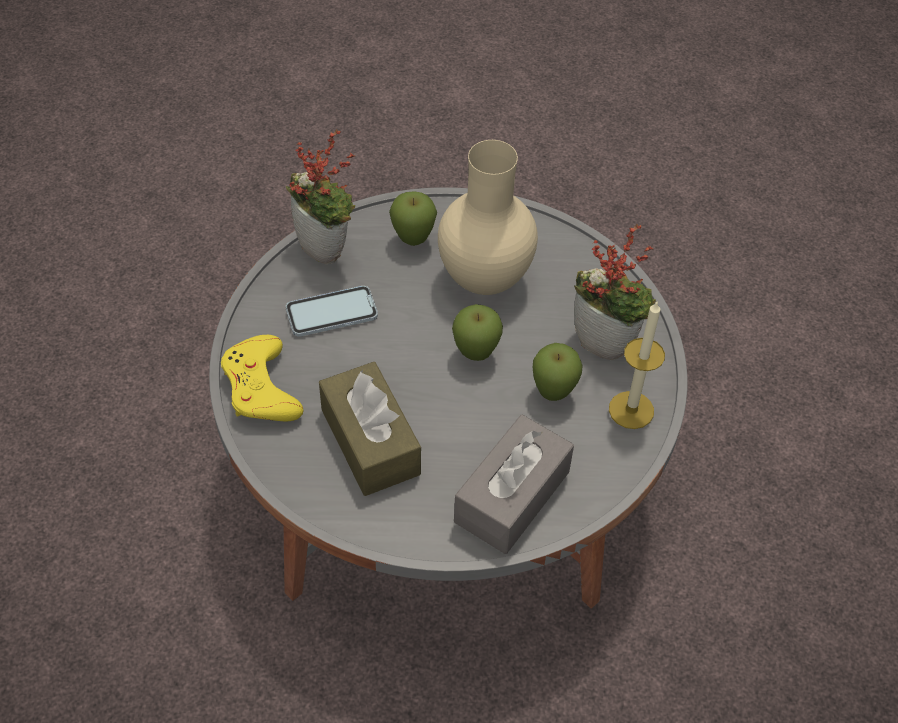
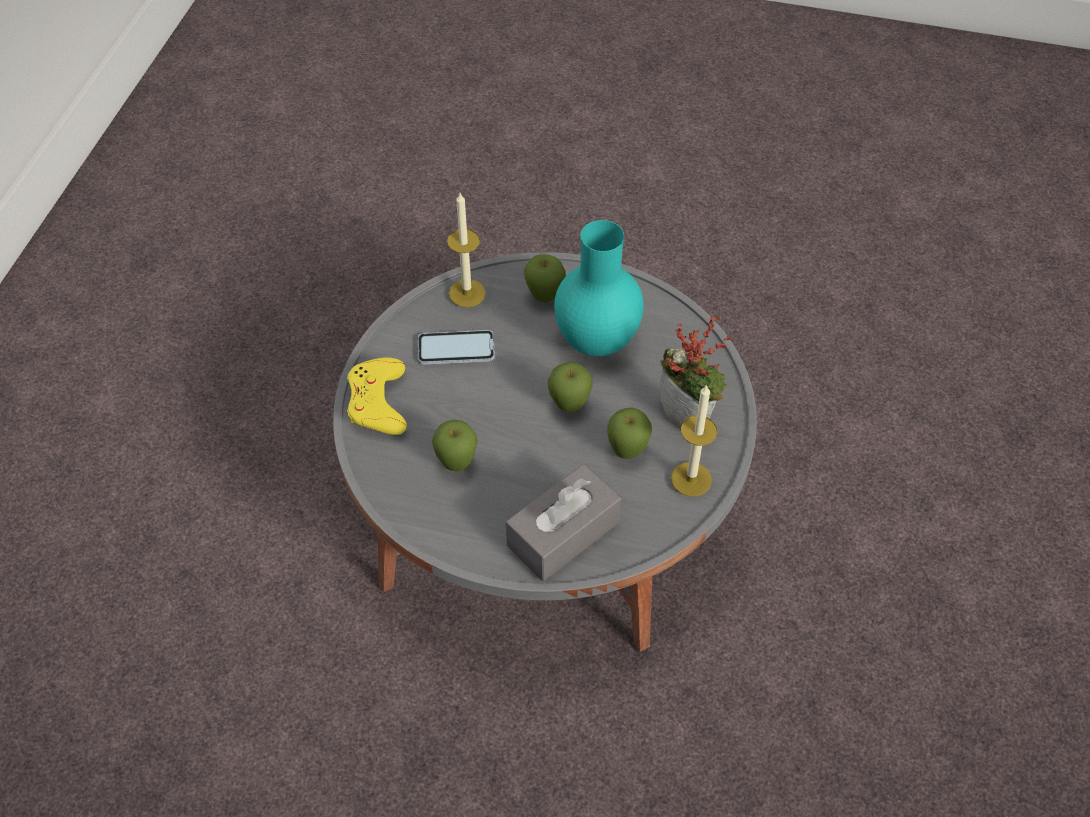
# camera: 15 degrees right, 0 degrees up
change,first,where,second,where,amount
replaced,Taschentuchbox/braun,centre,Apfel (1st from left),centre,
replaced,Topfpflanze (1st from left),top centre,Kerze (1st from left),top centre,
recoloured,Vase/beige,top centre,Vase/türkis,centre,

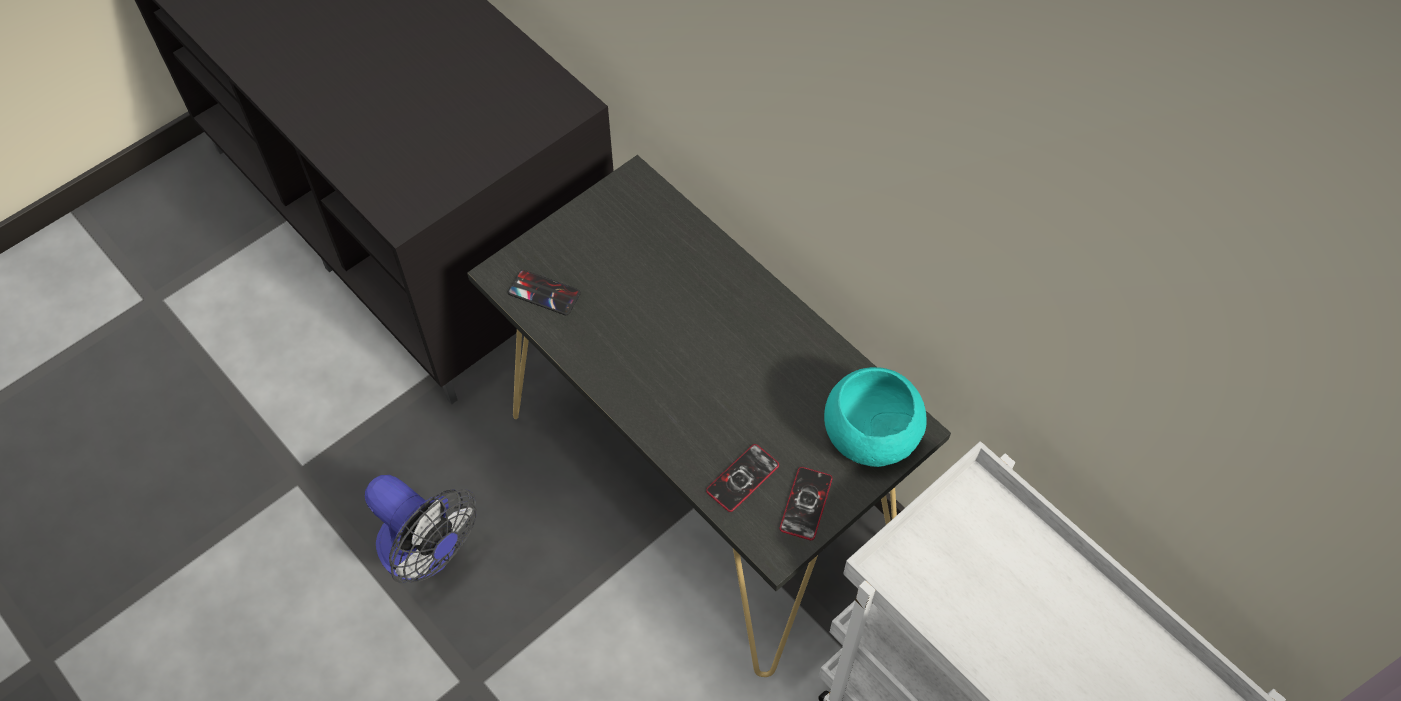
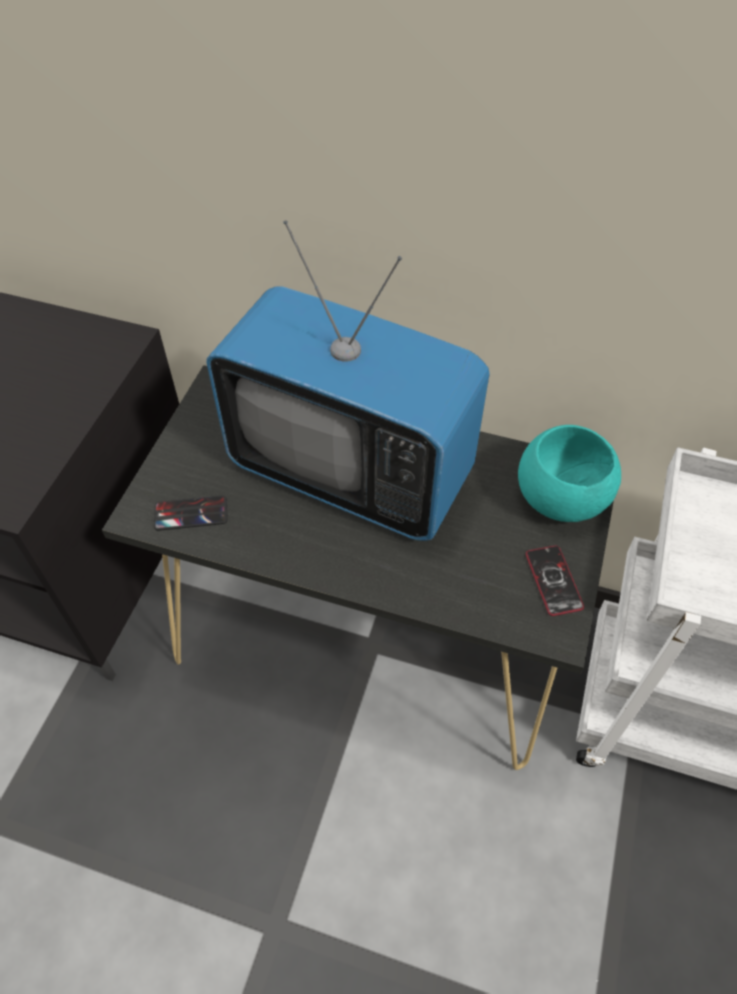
# camera: 30 degrees left, 5 degrees down
change,first,where,second,where,amount
added,,,Fernseher,centre,
removed,Ventilator,bottom left,,,
removed,Handy (2nd from left),bottom centre,,,

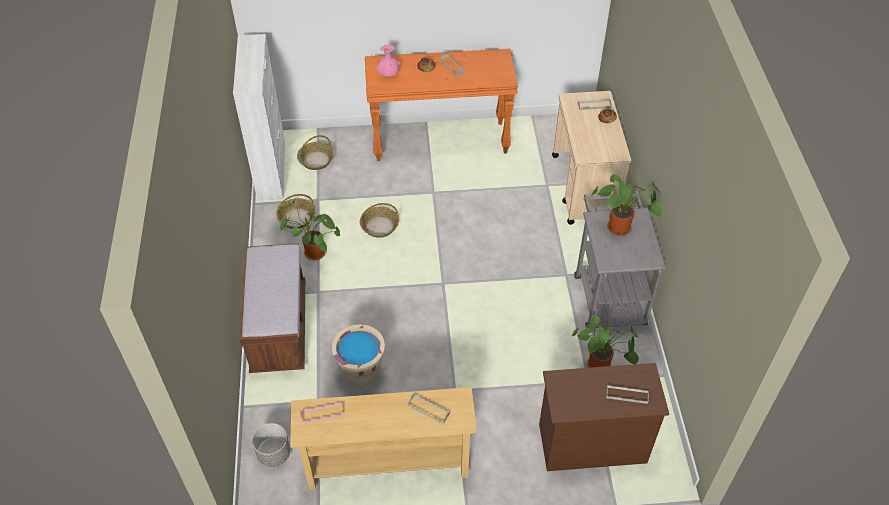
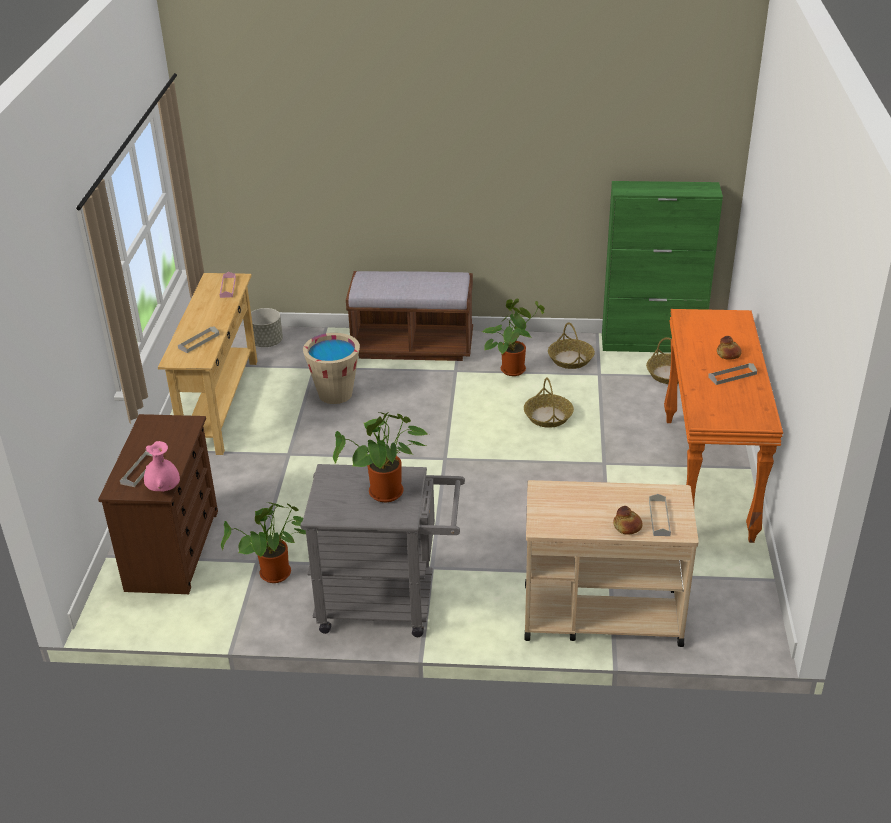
# camera: 100 degrees right, 15 degrees down
change,first,where,second,where,amount
moved,Vase/rosa,top centre,,middle left,
recoloured,Schrank/weiß,top left,Schrank/grün,top right,

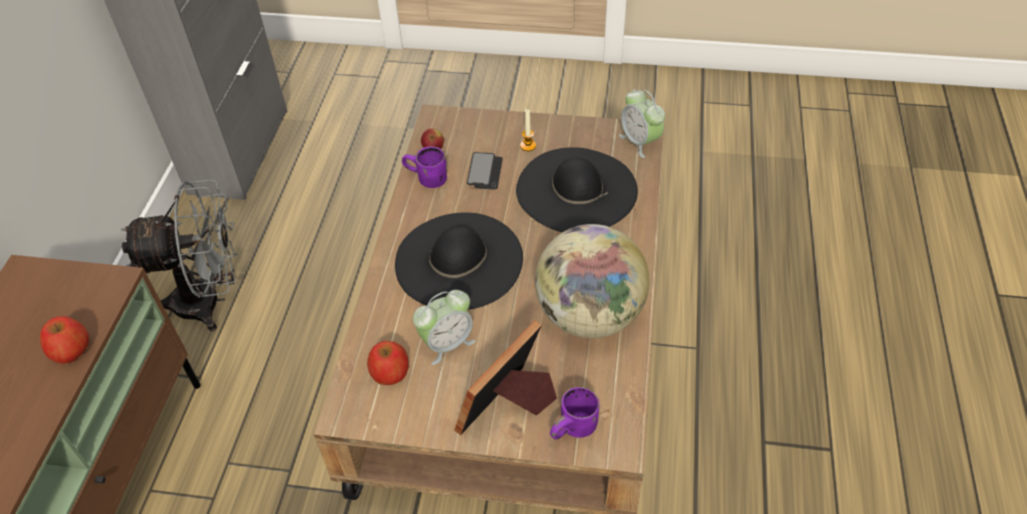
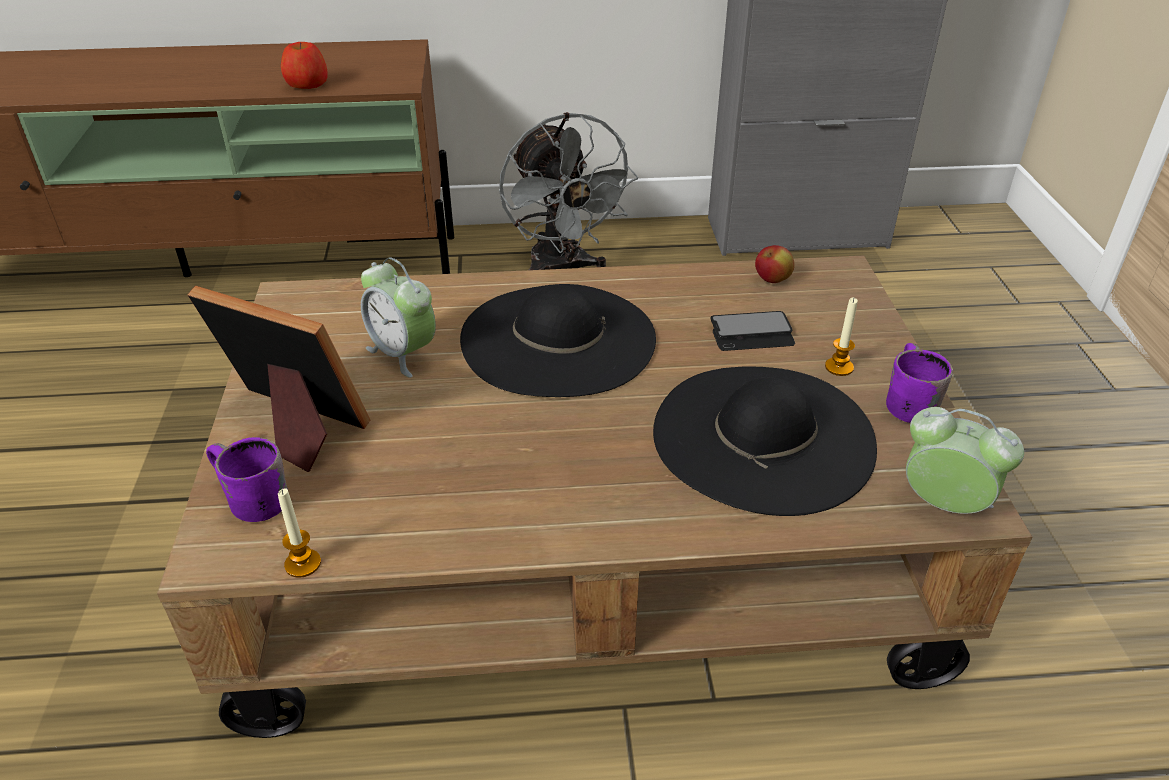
# camera: 75 degrees right, 10 degrees down
change,first,where,second,where,amount
added,,,Kerze (1st from left),bottom left,
moved,Henkelbecher/lila (1st from left in the first image),top centre,Henkelbecher/lila (2nd from left),middle right,
turned,Wecker (2nd from left),top centre,,middle right,75 degrees clockwise
removed,Apfel (2nd from left),bottom centre,,,
removed,Globus,centre,,,

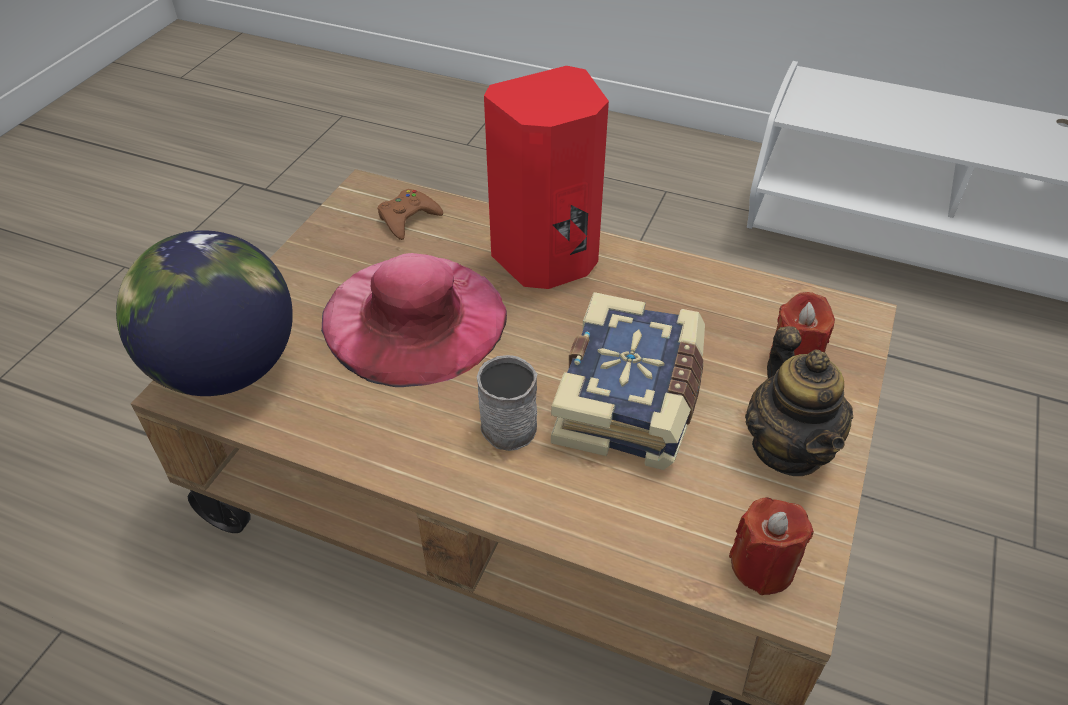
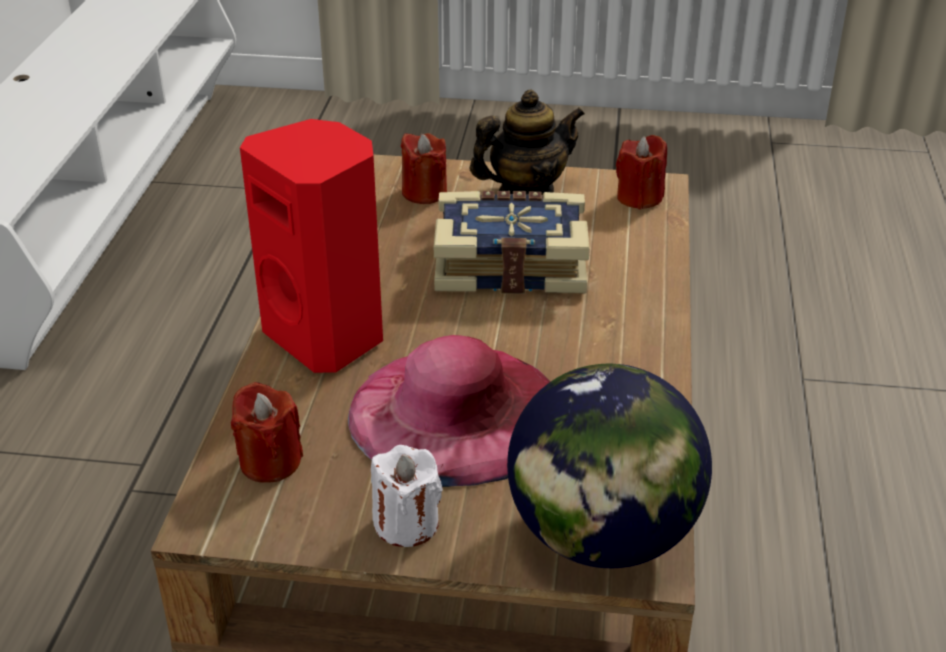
# camera: 105 degrees left, 10 degrees down
change,first,where,second,where,amount
replaced,Gamepad/braun,top centre,Kerze/rot (1st from left),middle left,
added,,,Kerze/weiß,bottom centre,
removed,Henkelbecher/grau,centre,,,

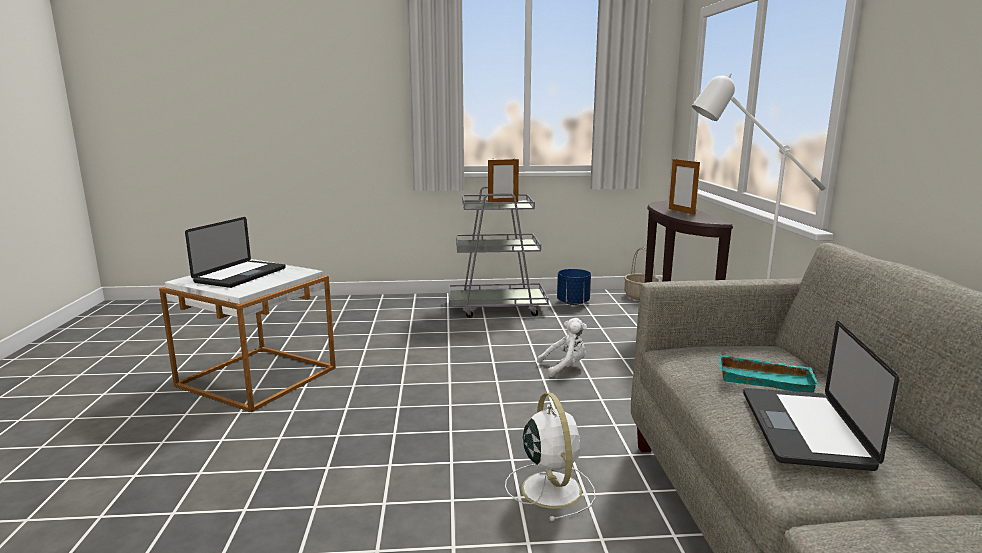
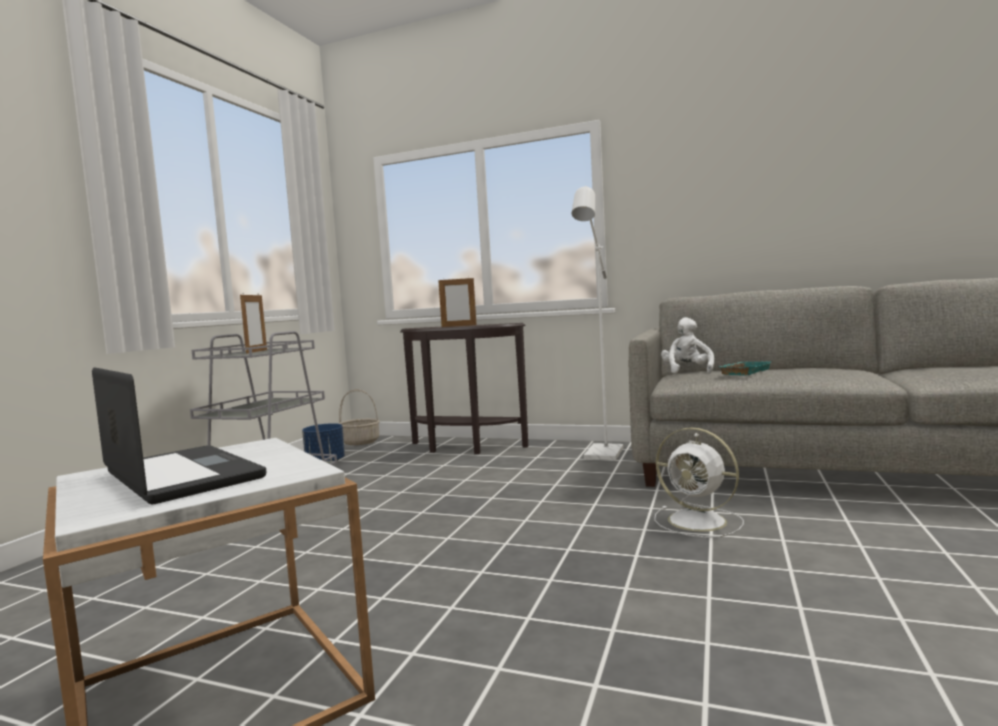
# camera: 65 degrees left, 10 degrees down
change,first,where,second,where,amount
turned,Ventilator/weiß,bottom centre,,middle right,150 degrees counterclockwise
moved,Plüschtier/weiß,centre,,middle right,
removed,Laptop (2nd from left),bottom right,,,

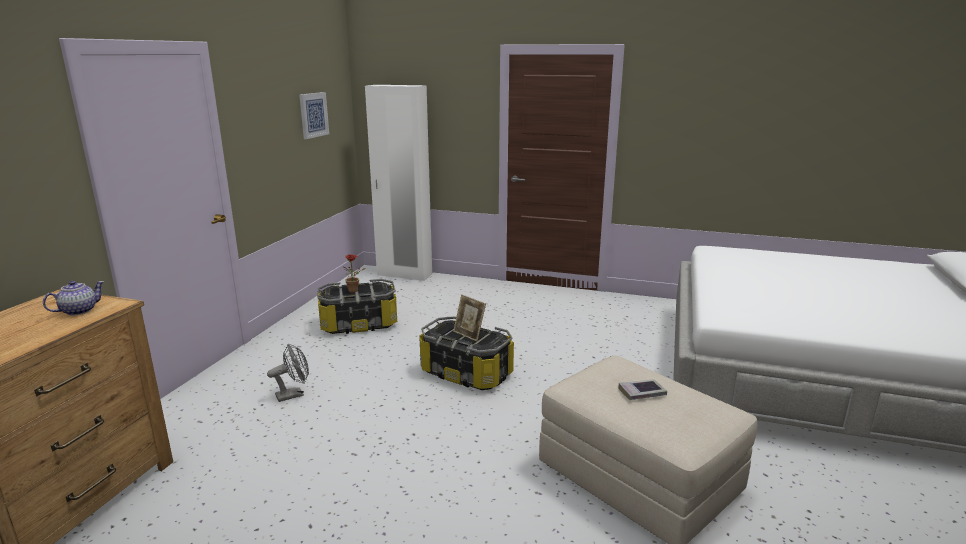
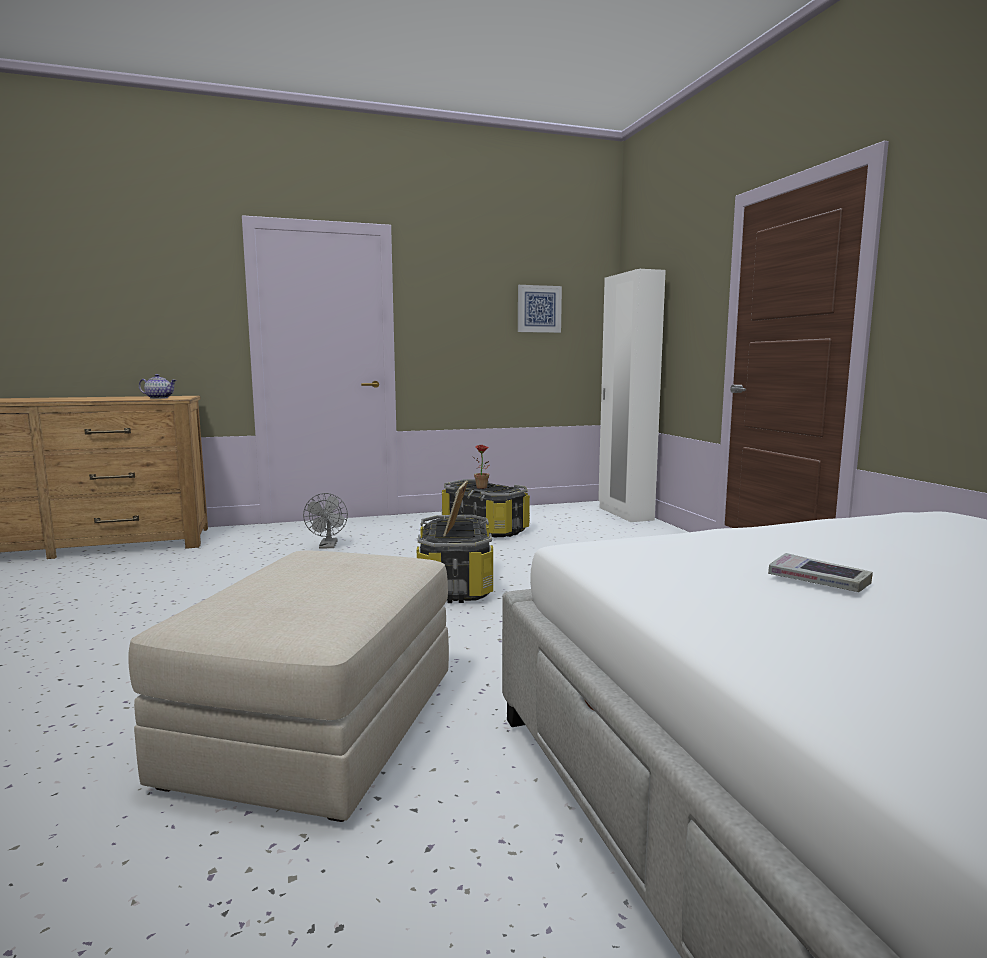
# camera: 55 degrees right, 10 degrees down
change,first,where,second,where,amount
turned,Ventilator/grau,bottom left,,middle left,60 degrees clockwise
moved,Buch,bottom centre,,middle right,

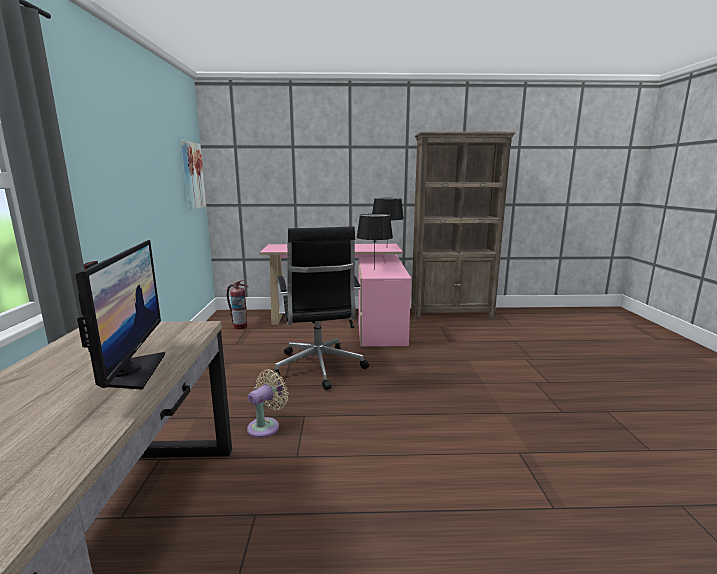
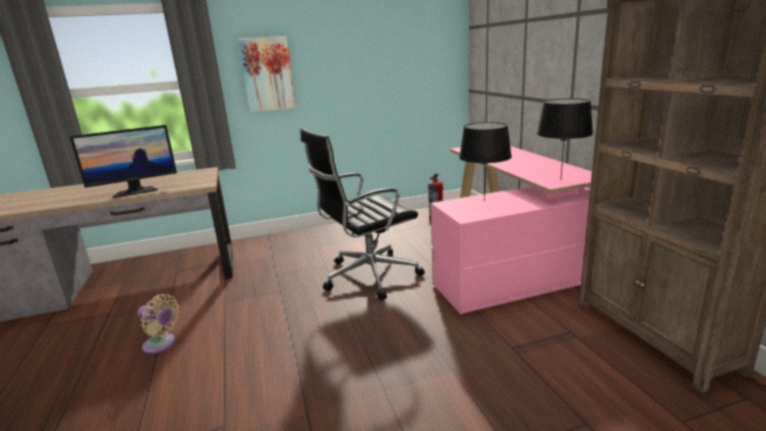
# camera: 75 degrees right, 5 degrees up
change,first,where,second,where,amount
moved,Ventilator/beige,bottom centre,,bottom left,
moved,Bild,top left,,top centre,

